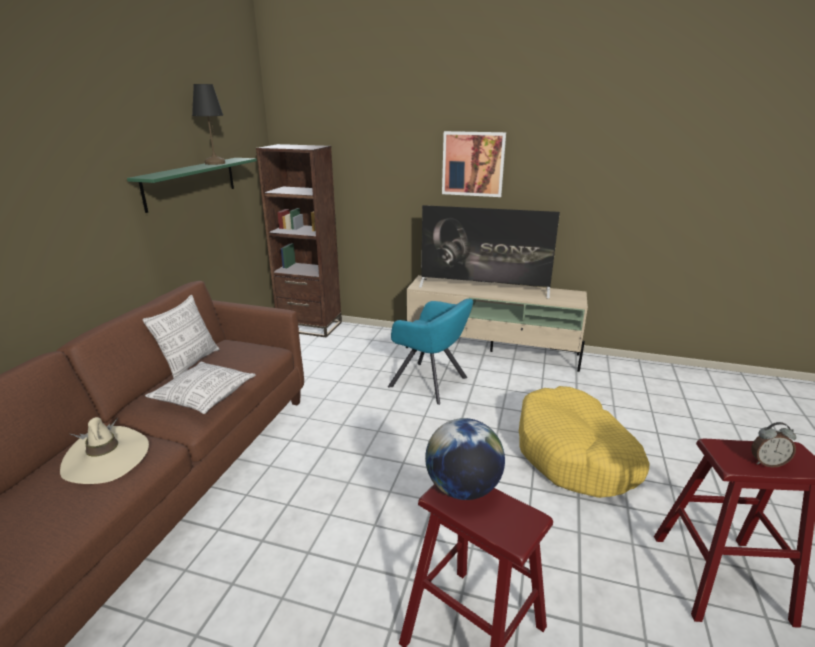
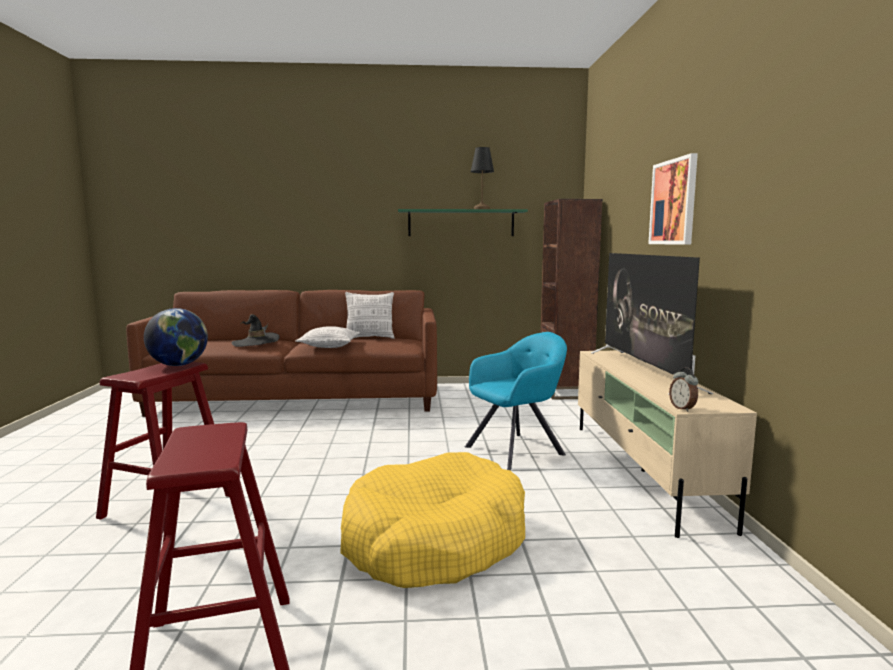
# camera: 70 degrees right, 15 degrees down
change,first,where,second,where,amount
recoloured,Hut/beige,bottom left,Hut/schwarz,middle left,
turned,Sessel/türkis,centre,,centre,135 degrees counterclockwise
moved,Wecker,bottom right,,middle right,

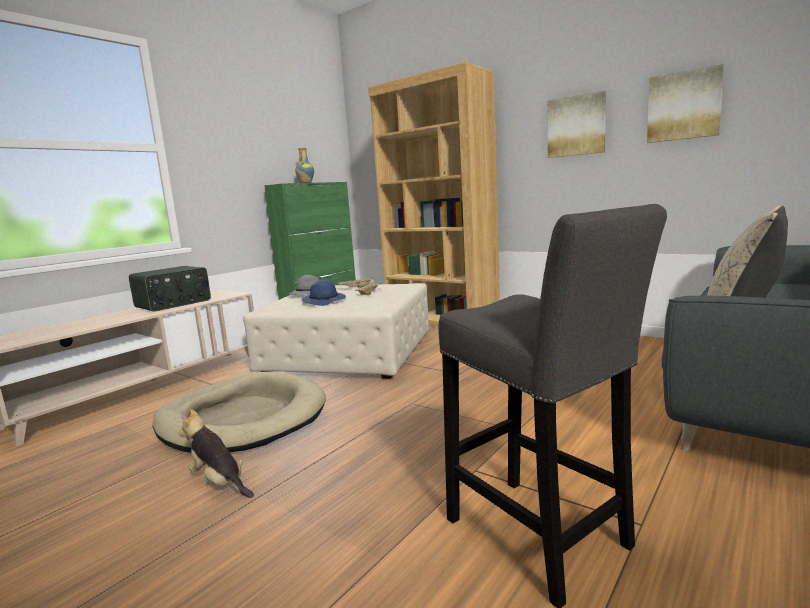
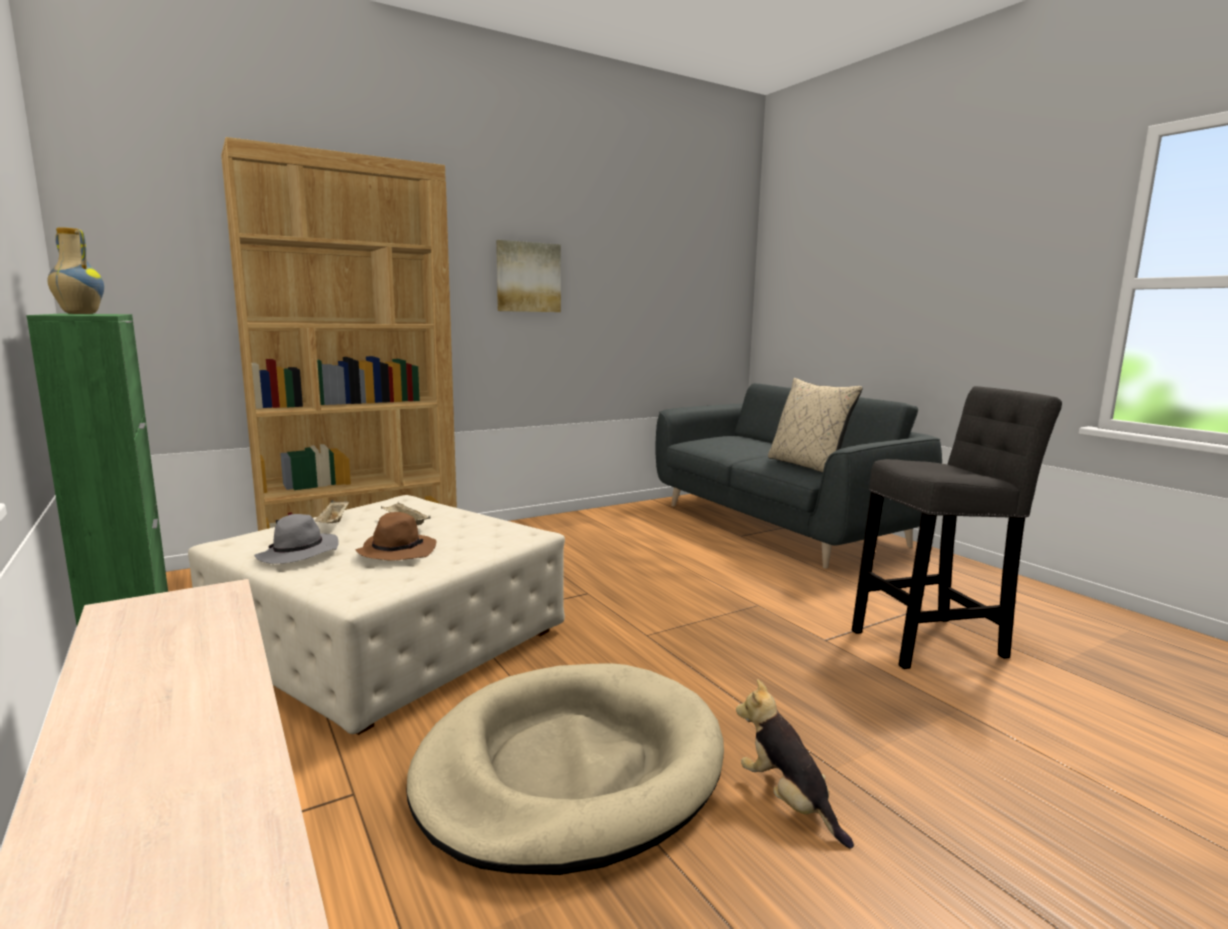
# camera: 70 degrees left, 0 degrees up
change,first,where,second,where,amount
recoloured,Hut/blau,centre,Hut/braun,middle left,
turned,Plüschtier,bottom left,,bottom centre,90 degrees clockwise
removed,Radio,middle left,,,
removed,Bild (2nd from left),top right,,,

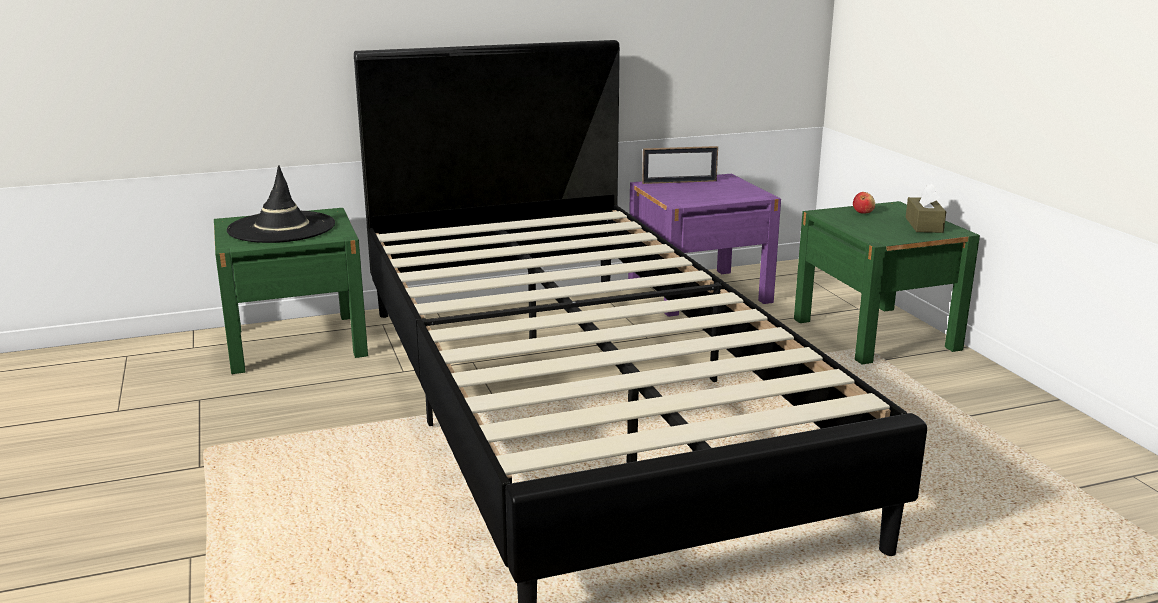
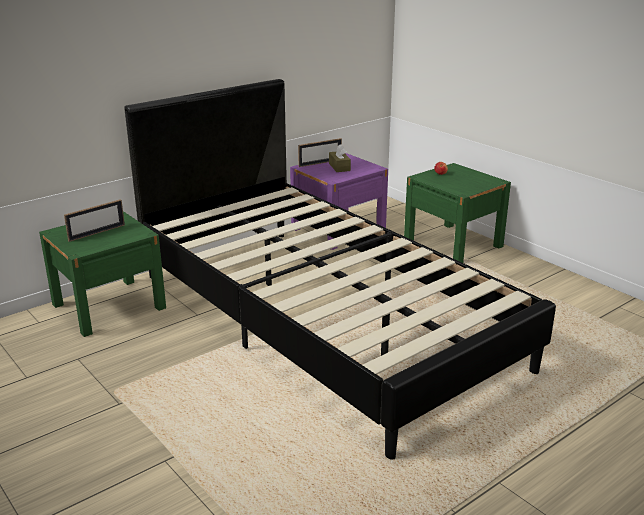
# camera: 20 degrees left, 5 degrees up
change,first,where,second,where,amount
replaced,Hut/schwarz,middle left,Bilderrahmen (1st from left),middle left,
moved,Taschentuchbox/braun,middle right,,top centre,

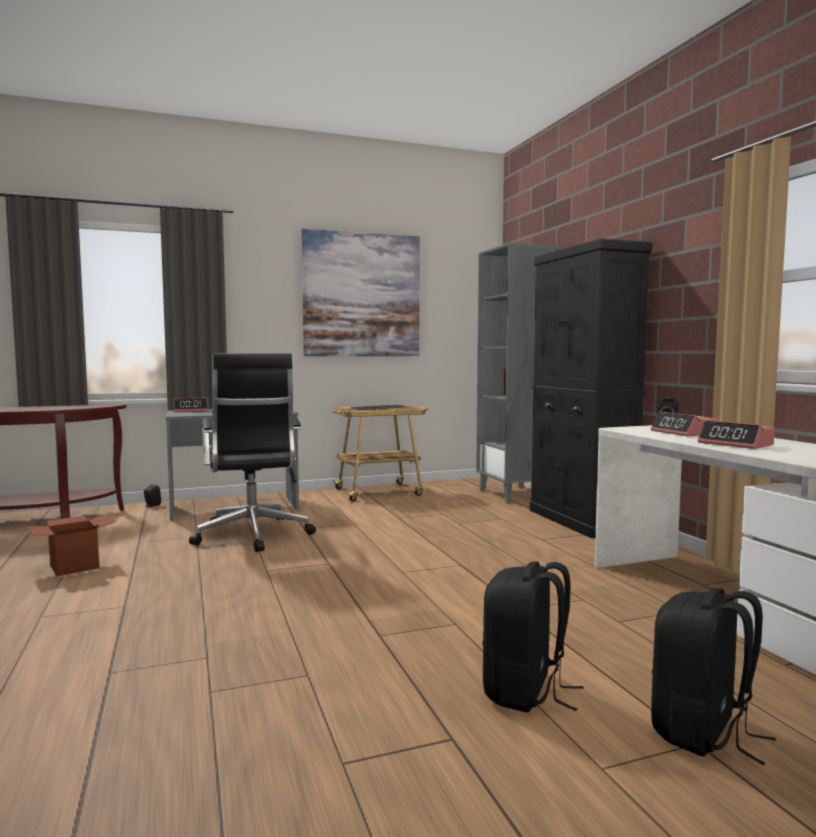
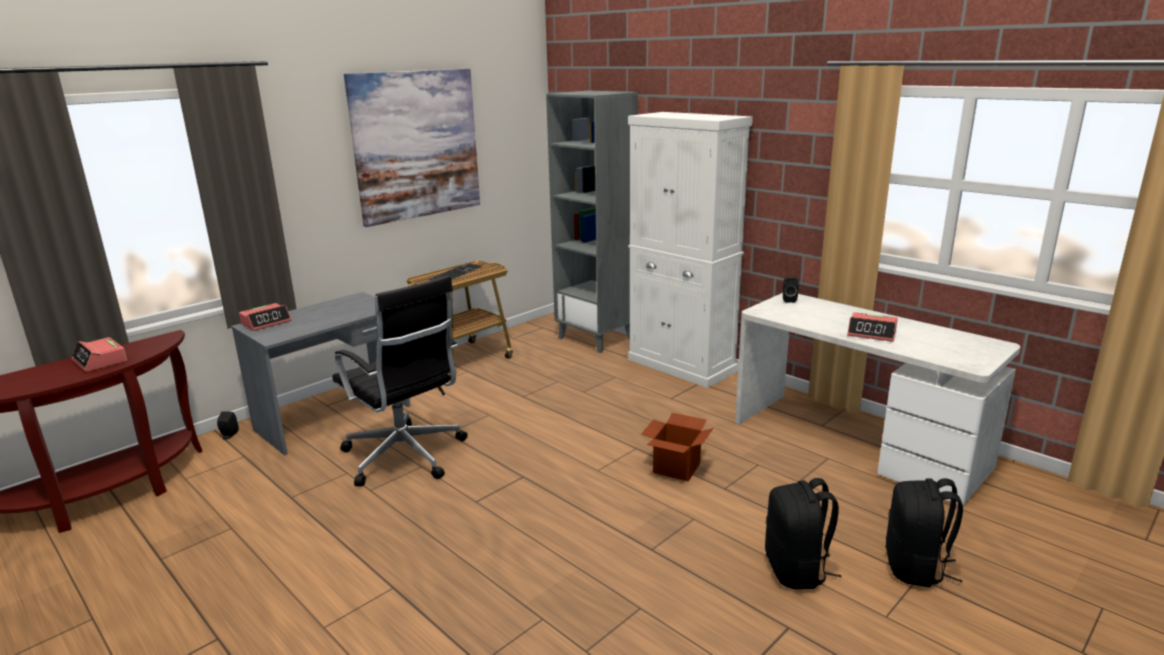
# camera: 25 degrees left, 15 degrees up
change,first,where,second,where,amount
moved,Wecker (2nd from left in the first image),middle right,Wecker (1st from left),middle left,
recoloured,Schrank/schwarz,middle right,Schrank/weiß,centre,
moved,Karton,middle left,,bottom centre,

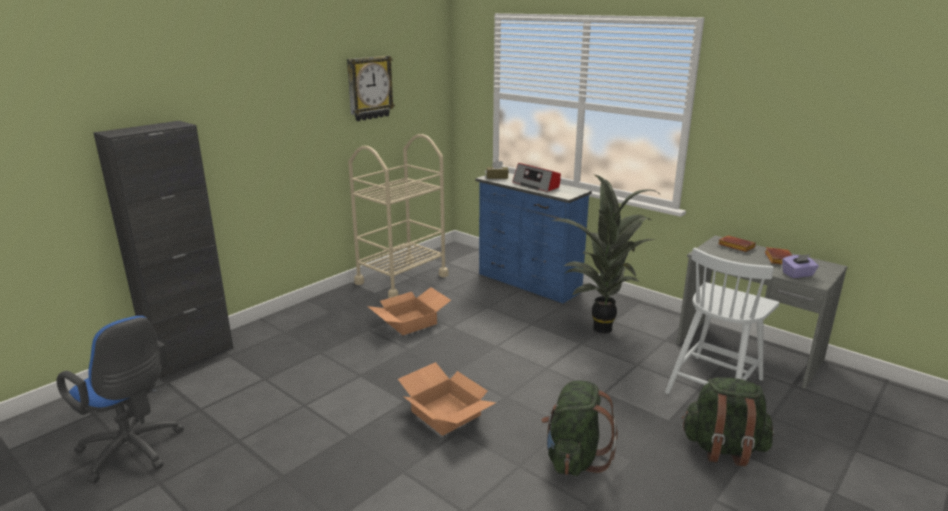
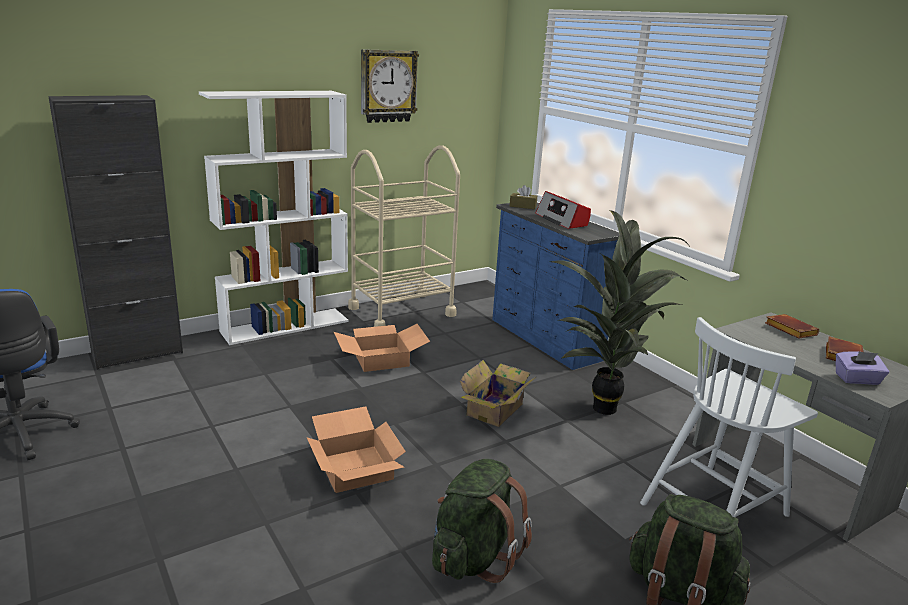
# camera: 15 degrees right, 0 degrees up
change,first,where,second,where,amount
added,,,Bücherregal/weiß,middle left,
added,,,Karton (3rd from left),centre,

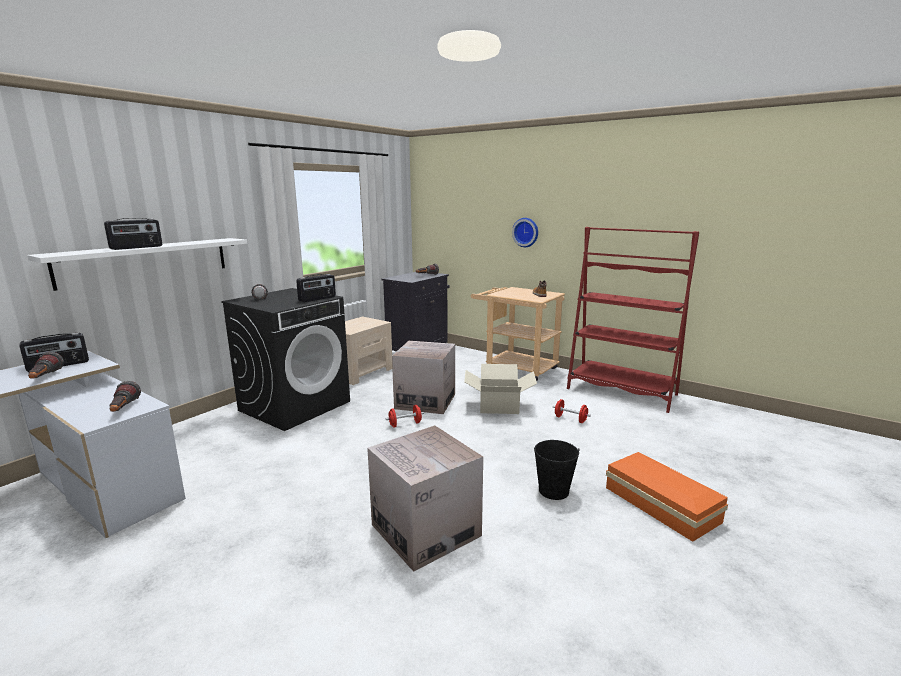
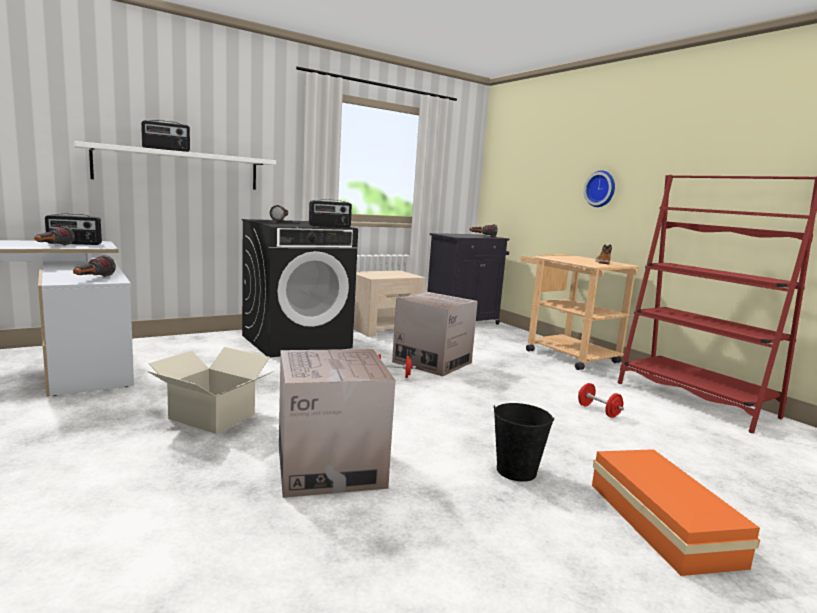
# camera: 20 degrees right, 5 degrees down
change,first,where,second,where,amount
moved,Karton (3rd from left in the first image),centre,Karton (1st from left),middle left,

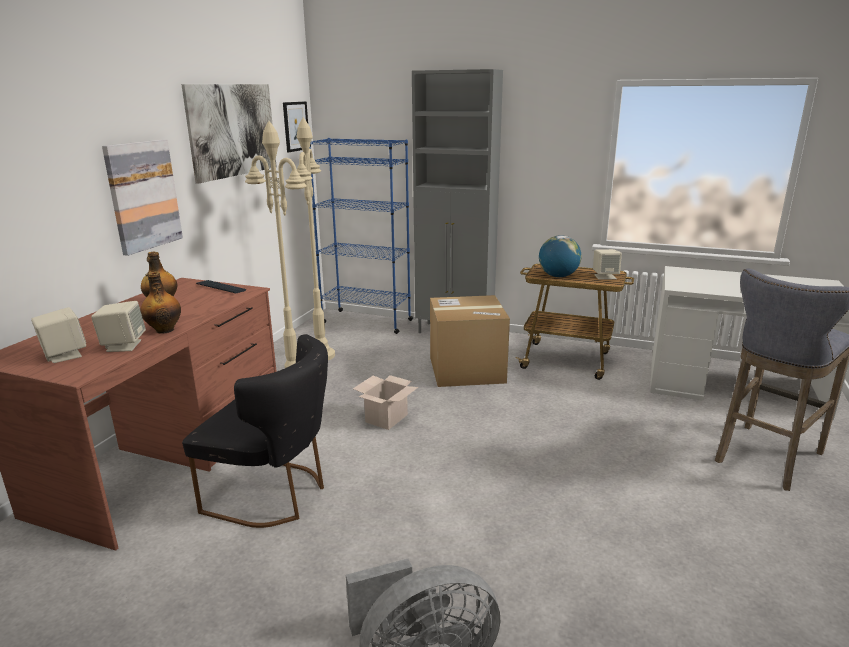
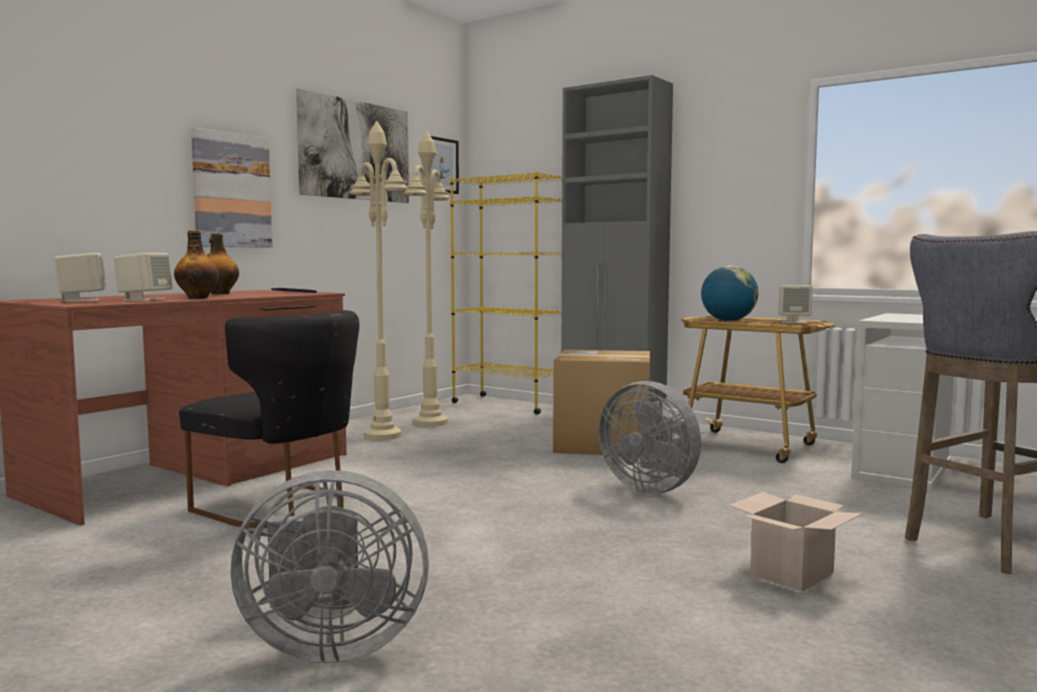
# camera: 15 degrees right, 15 degrees down
change,first,where,second,where,amount
recoloured,Bücherregal/blau,centre,Bücherregal/gelb,centre,
added,,,Ventilator/grau (2nd from left),centre,
moved,Karton (1st from left in the first image),centre,Karton (2nd from left),bottom right,

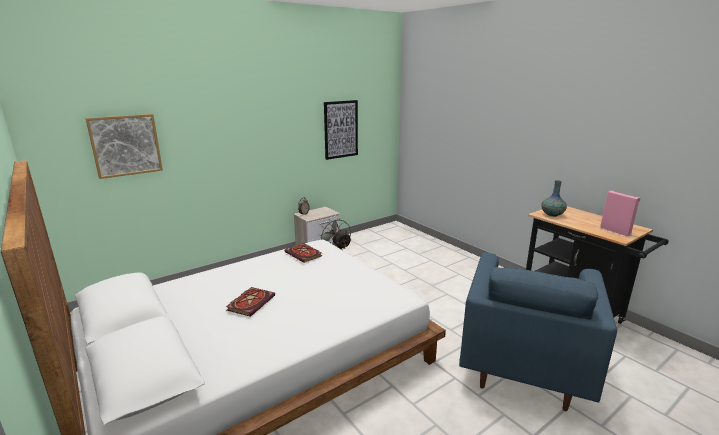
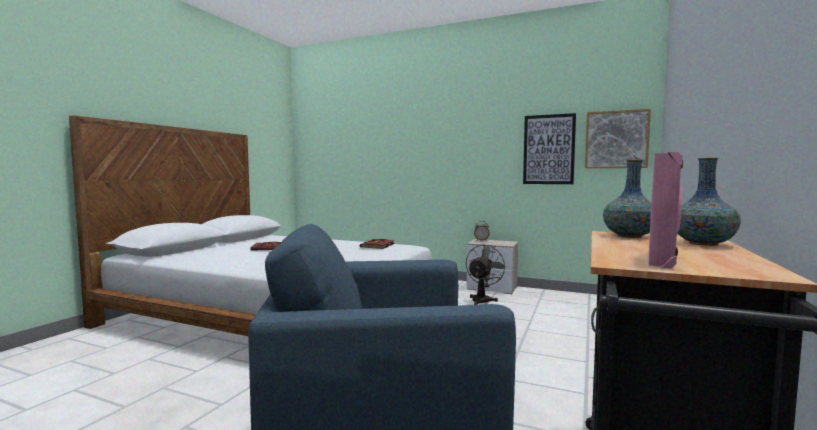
# camera: 60 degrees right, 15 degrees down
change,first,where,second,where,amount
moved,Bild (1st from left in the first image),middle left,Bild (2nd from left),top right,
added,,,Vase (2nd from left),middle right,

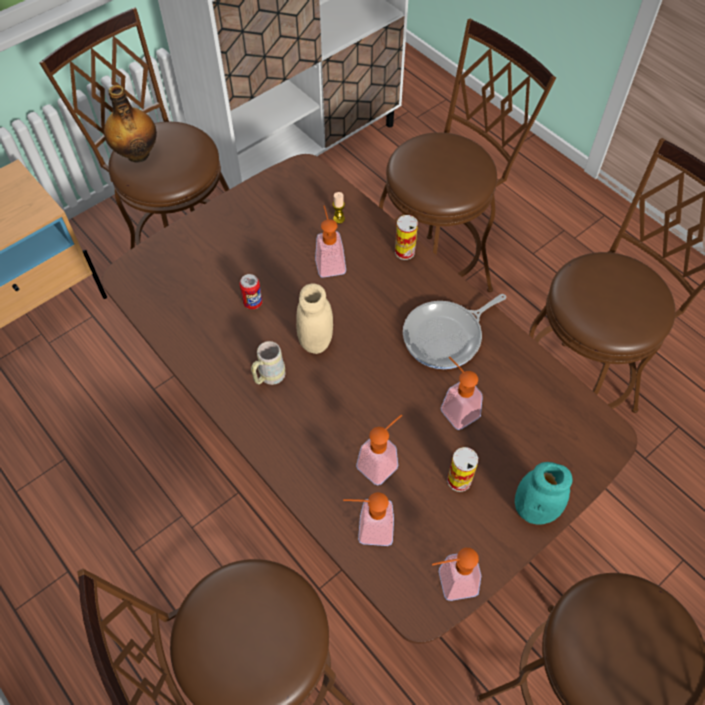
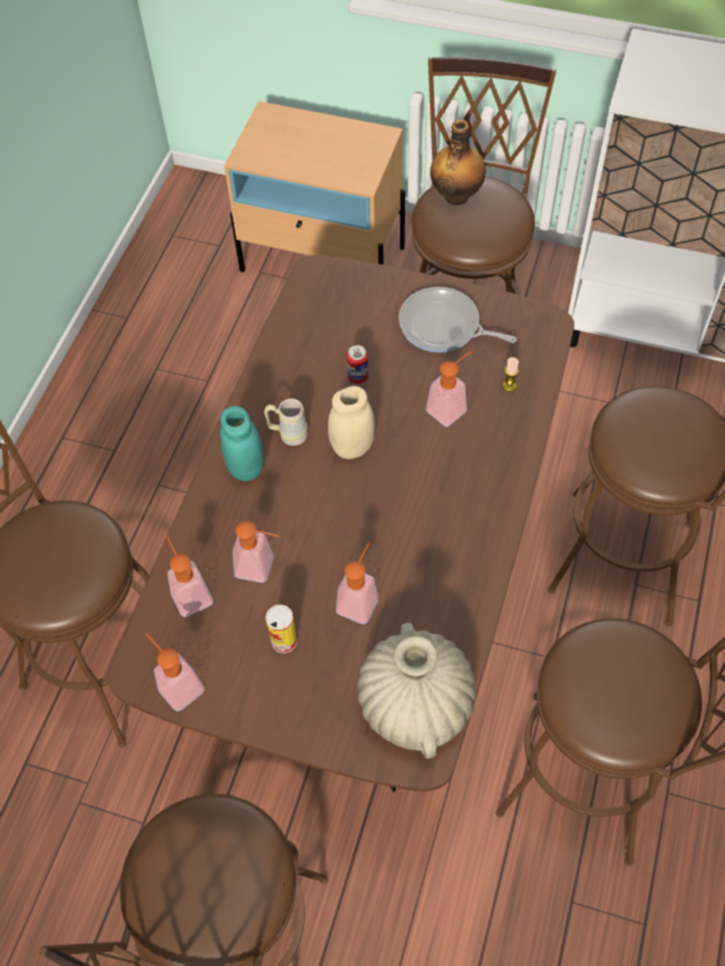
# camera: 60 degrees right, 0 degrees up
change,first,where,second,where,amount
moved,Vorratsglas/türkis,bottom right,,centre,
added,,,Vase/beige,bottom centre,
moved,Pfanne,centre,,top centre,
removed,Dose (2nd from left),centre,,,

